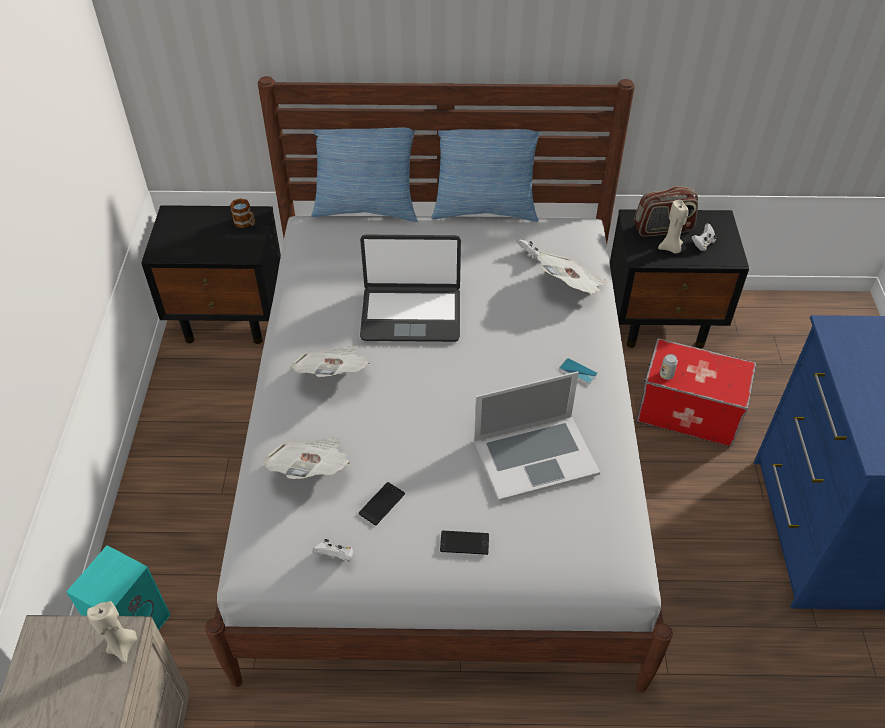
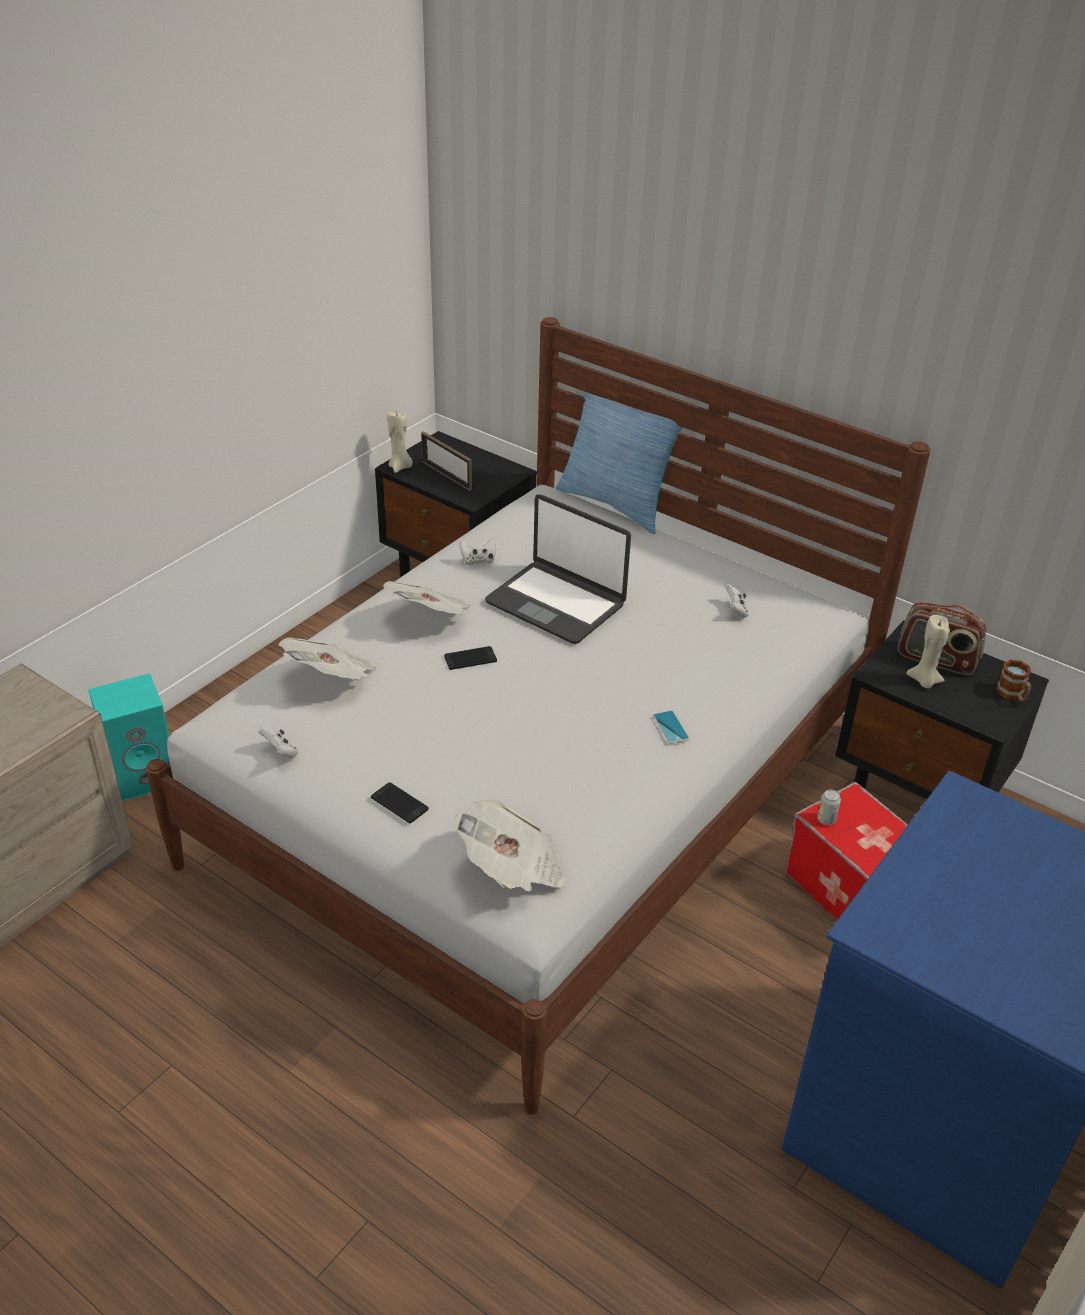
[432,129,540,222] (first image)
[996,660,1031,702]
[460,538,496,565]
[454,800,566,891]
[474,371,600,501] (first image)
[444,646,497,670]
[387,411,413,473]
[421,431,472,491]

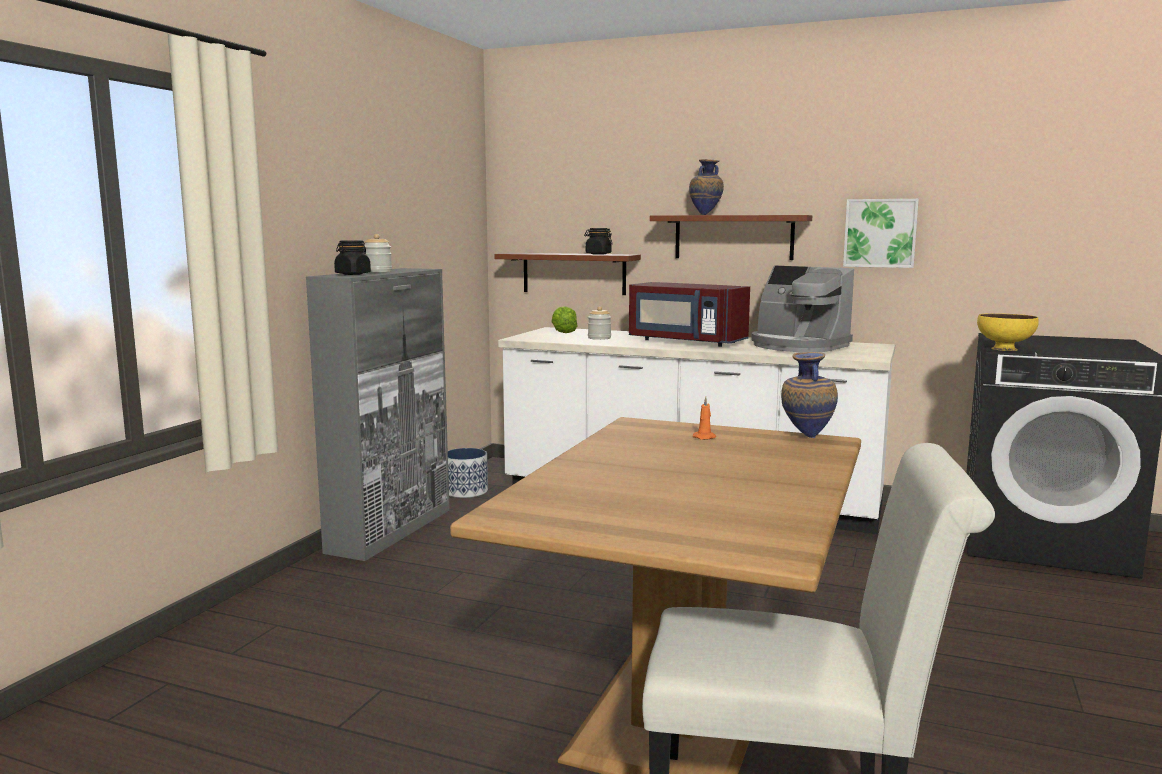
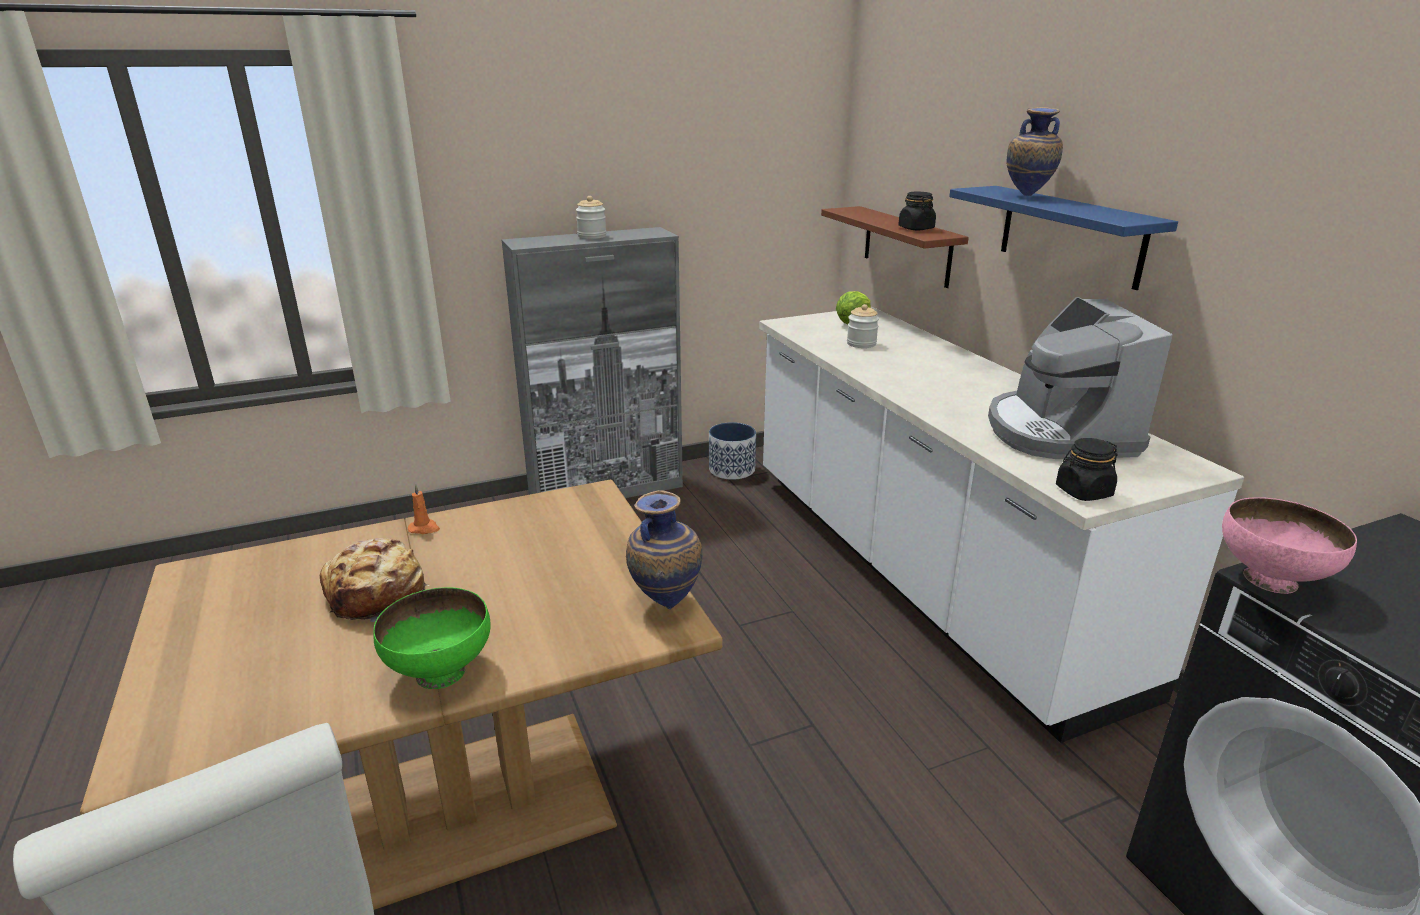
[843,199,919,268] (first image)
[949,186,1178,290]
[1056,438,1117,501]
[629,282,750,347] (first image)
[1222,497,1357,594]
[408,484,440,534]
[320,538,430,622]
[373,587,490,689]

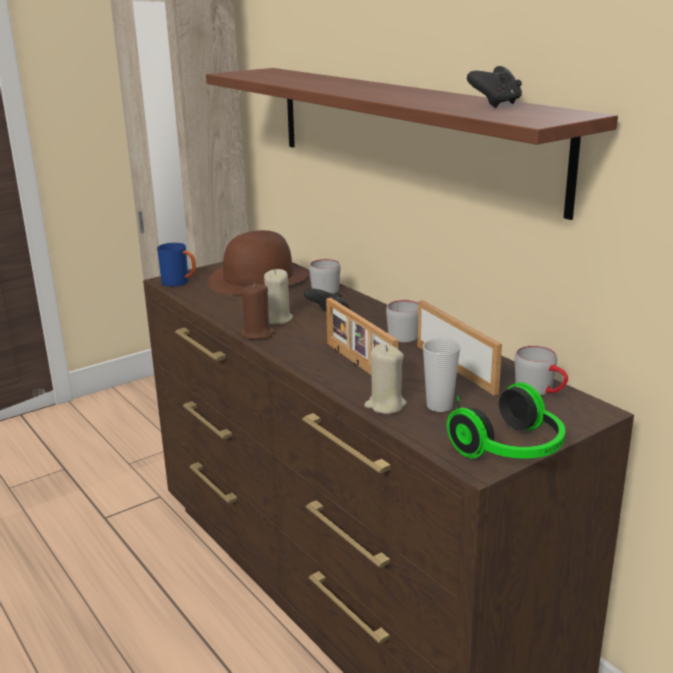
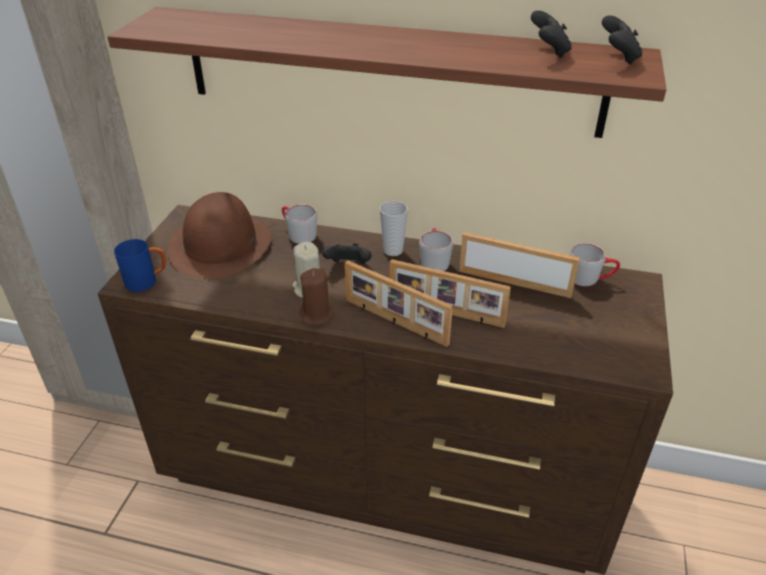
[379,201,408,256]
[364,344,407,414] (first image)
[447,382,565,459] (first image)
[602,15,643,64]
[345,261,453,347]

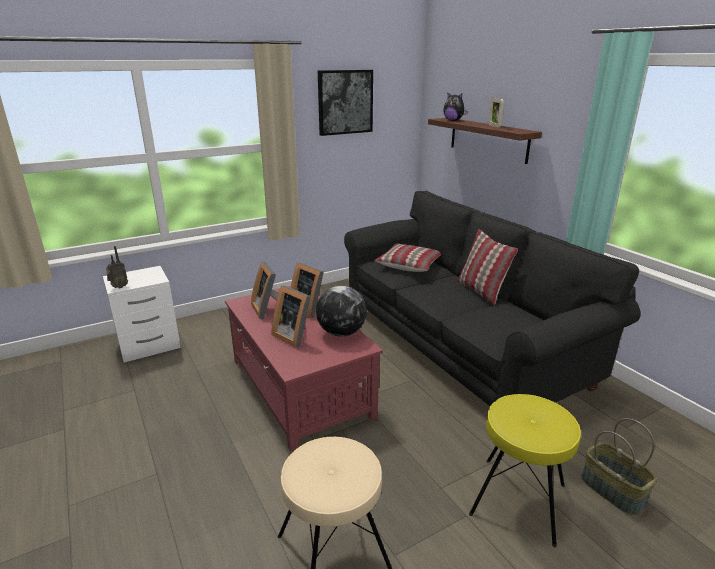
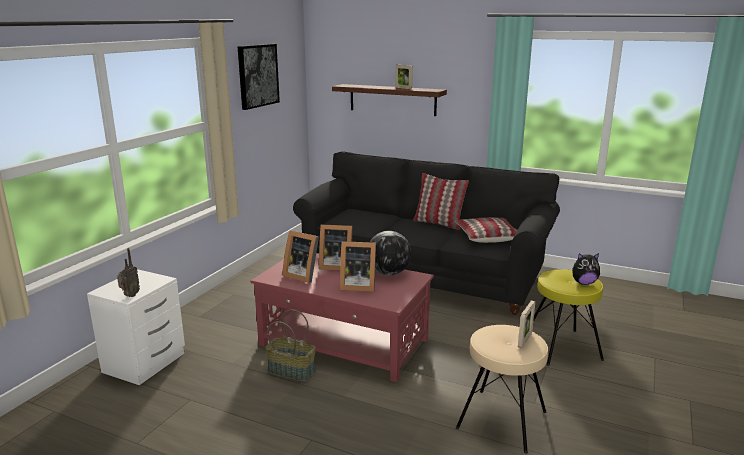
[572,253,600,285]
[455,217,517,243]
[265,309,316,382]
[518,301,535,348]

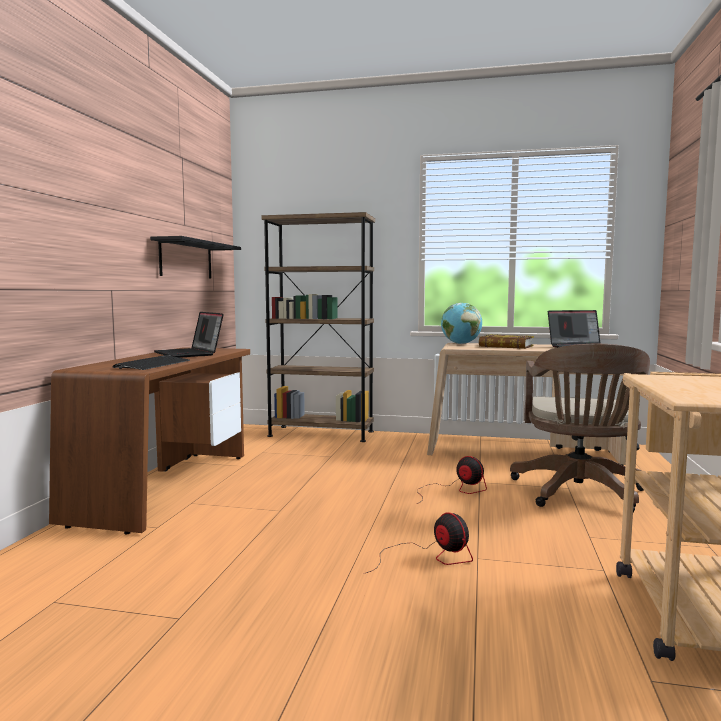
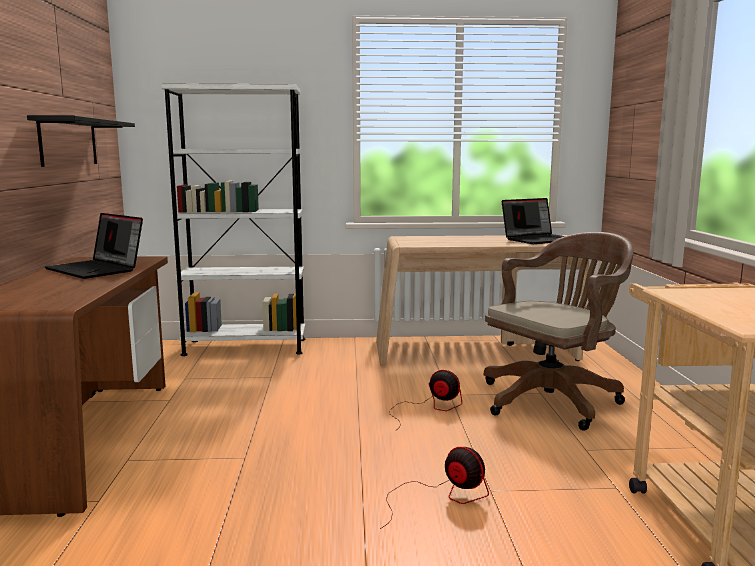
[161,83,306,356]
[441,303,482,344] (first image)
[479,334,534,349] (first image)
[484,232,634,431]
[112,355,190,370] (first image)

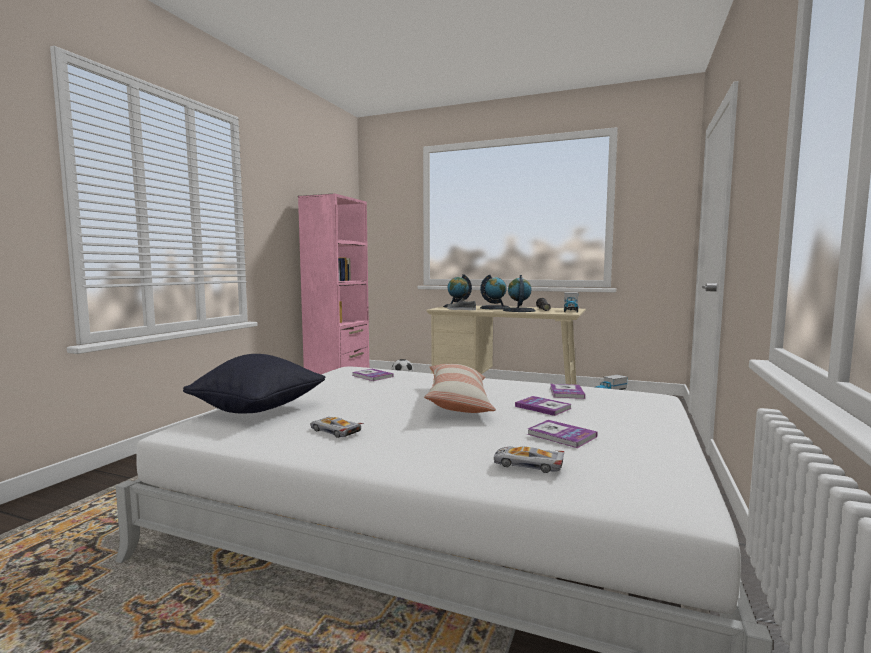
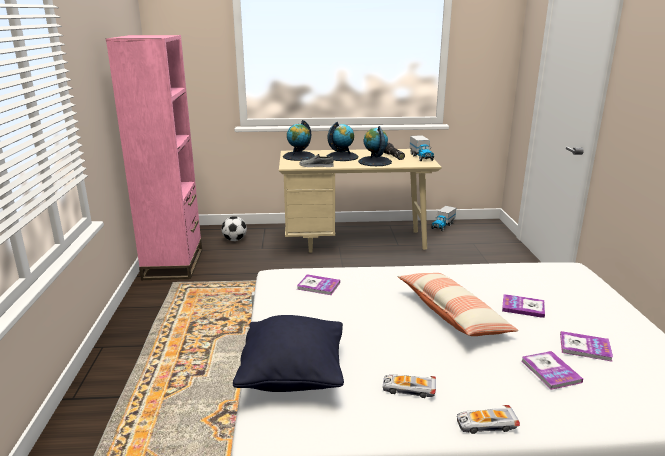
[522,351,583,390]
[457,405,520,434]

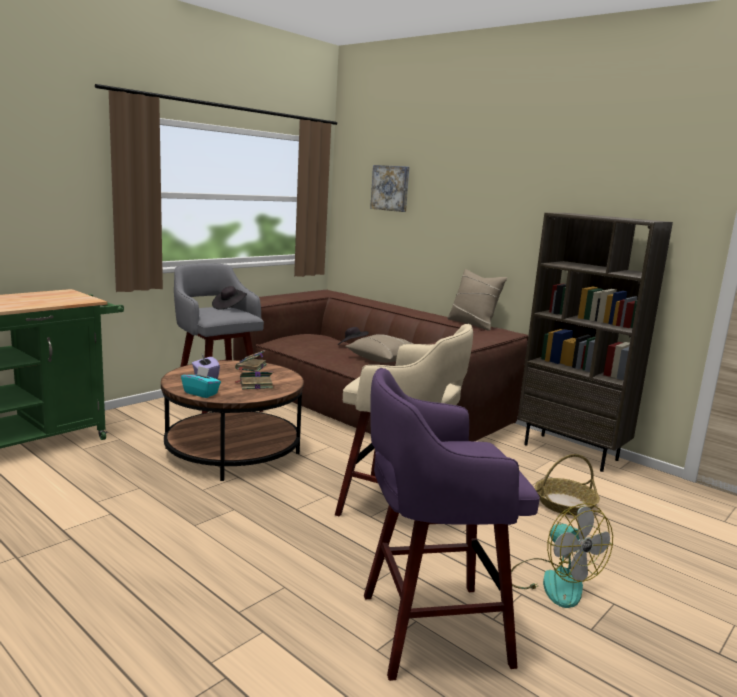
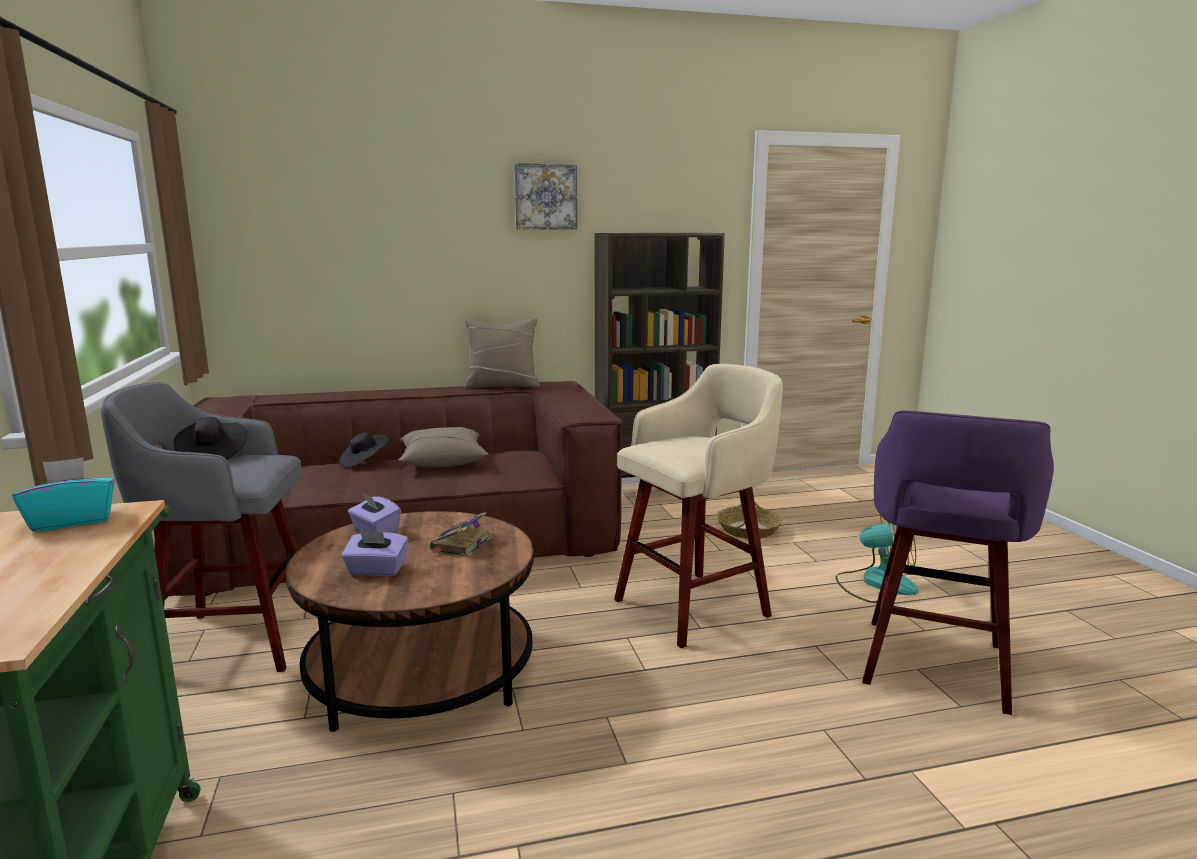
[514,163,577,230]
[348,493,401,533]
[13,457,115,532]

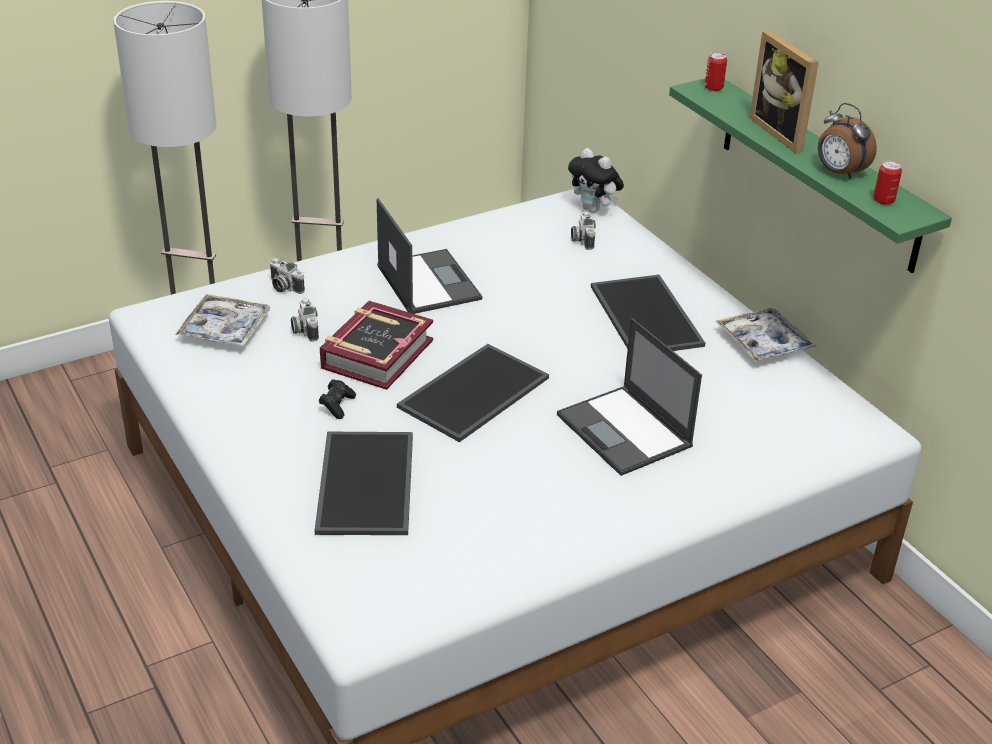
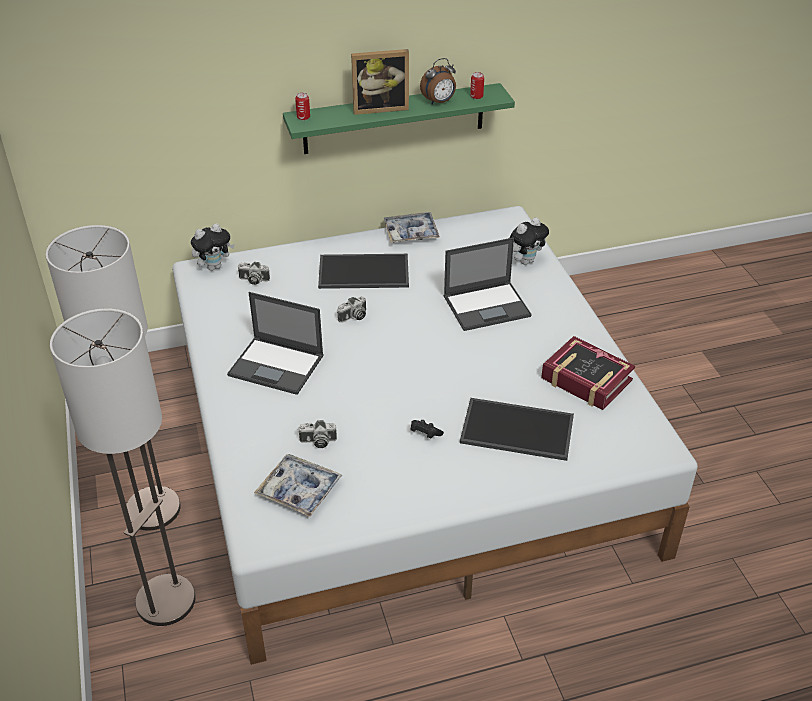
[227,292,324,395]
[337,296,366,323]
[541,336,635,410]
[397,344,549,442] (first image)
[509,217,549,265]

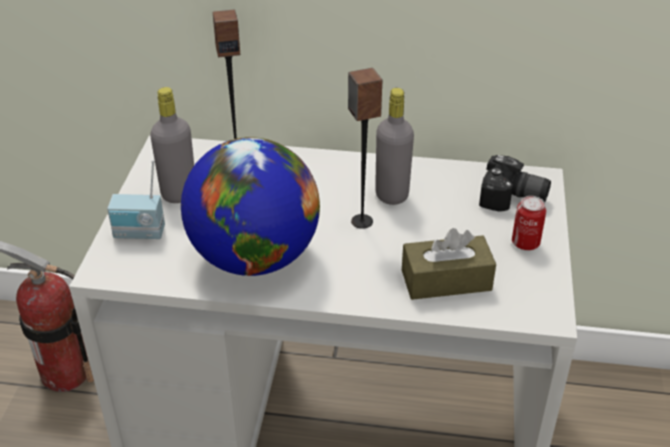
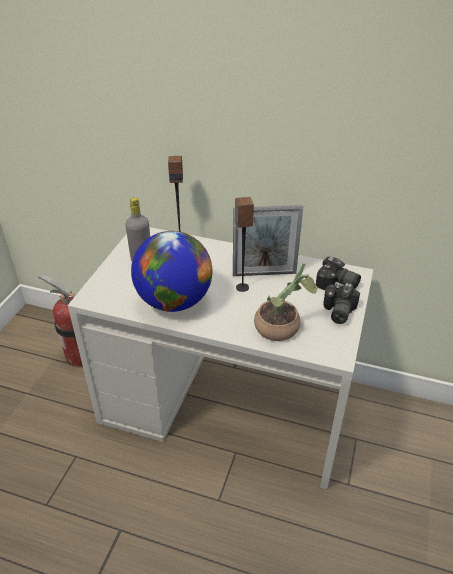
[233,205,303,276]
[107,160,165,239] (first image)
[323,282,360,324]
[254,262,318,341]

